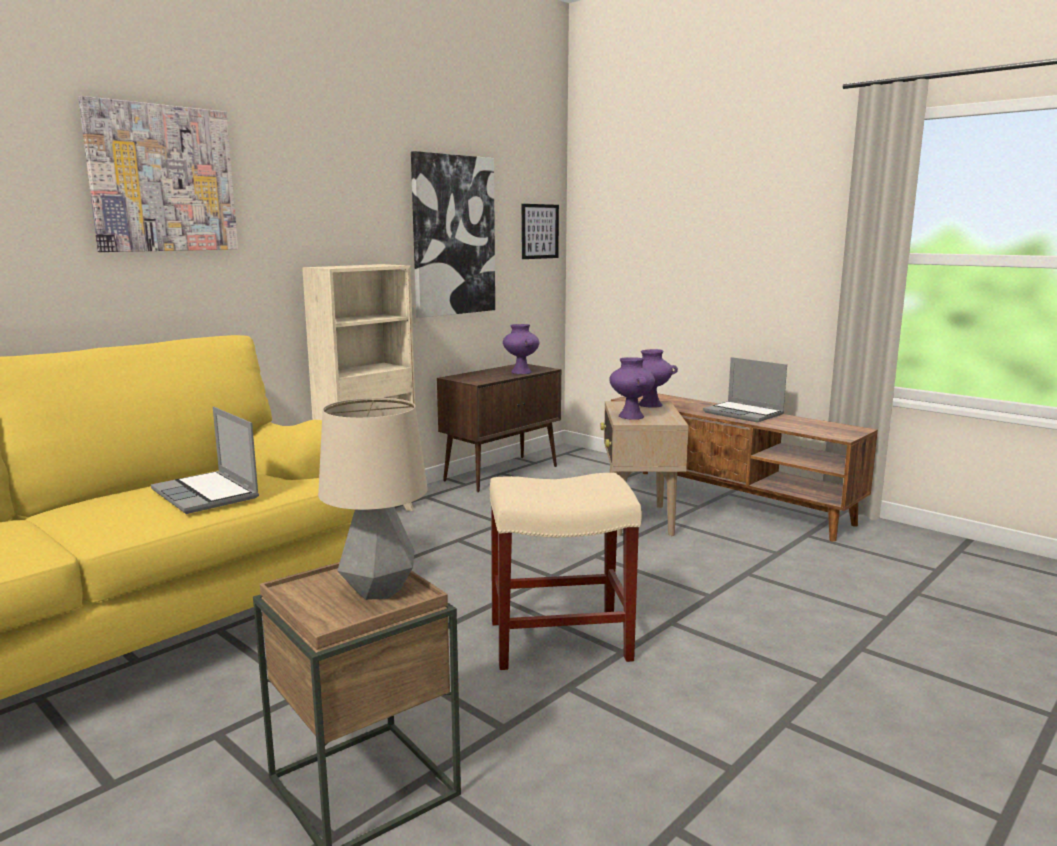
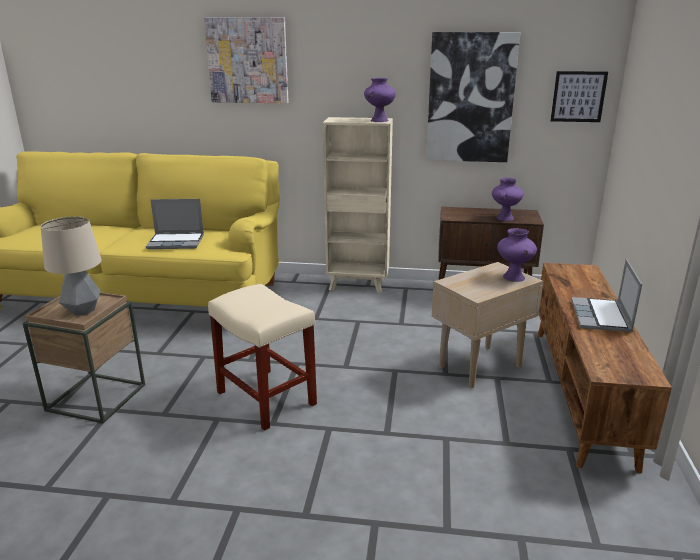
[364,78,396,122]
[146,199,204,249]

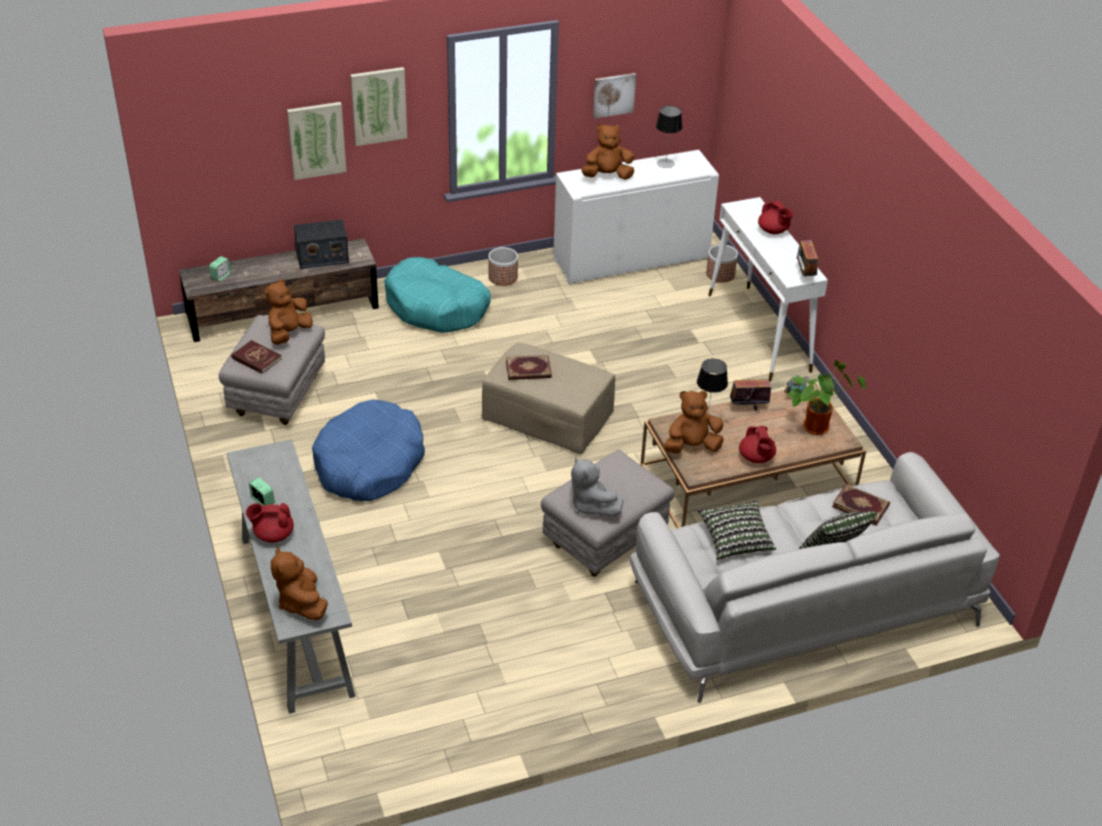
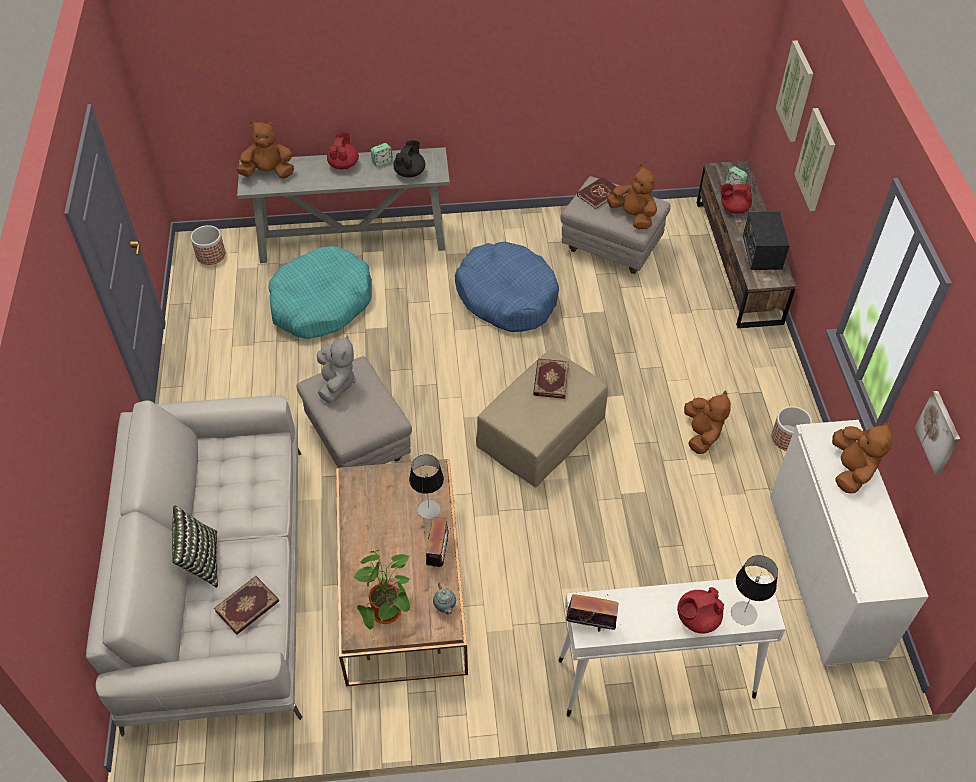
[776,40,813,142]
[731,555,778,625]
[191,225,225,265]
[268,246,372,339]
[684,391,731,454]
[721,183,752,214]
[317,335,356,403]
[697,500,776,560] (first image)
[393,140,425,178]

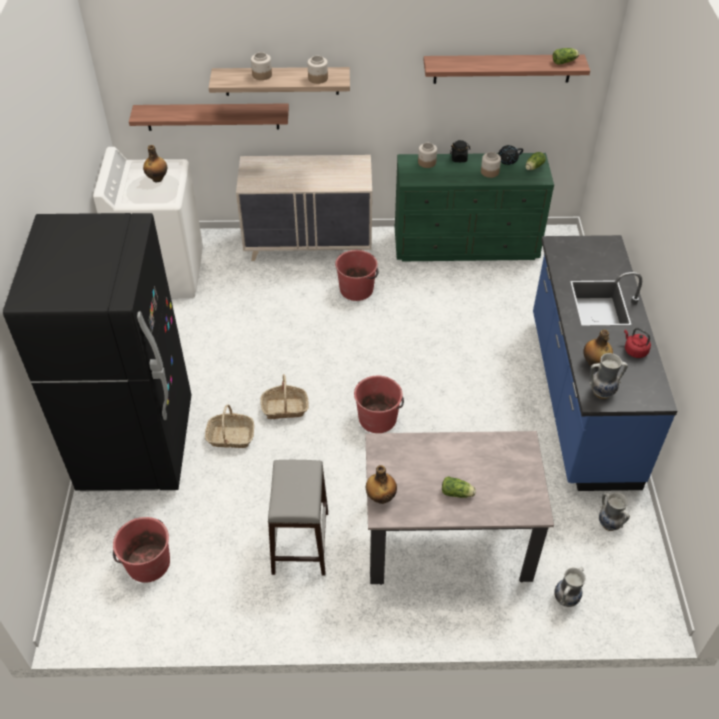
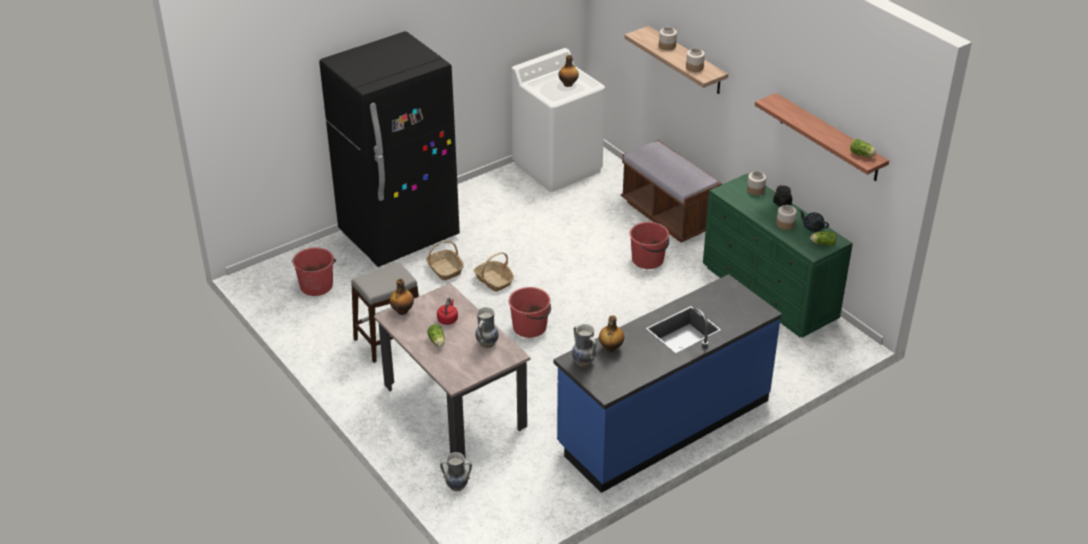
[129,103,289,131] (first image)
[621,140,722,242]
[437,298,458,325]
[476,307,499,348]

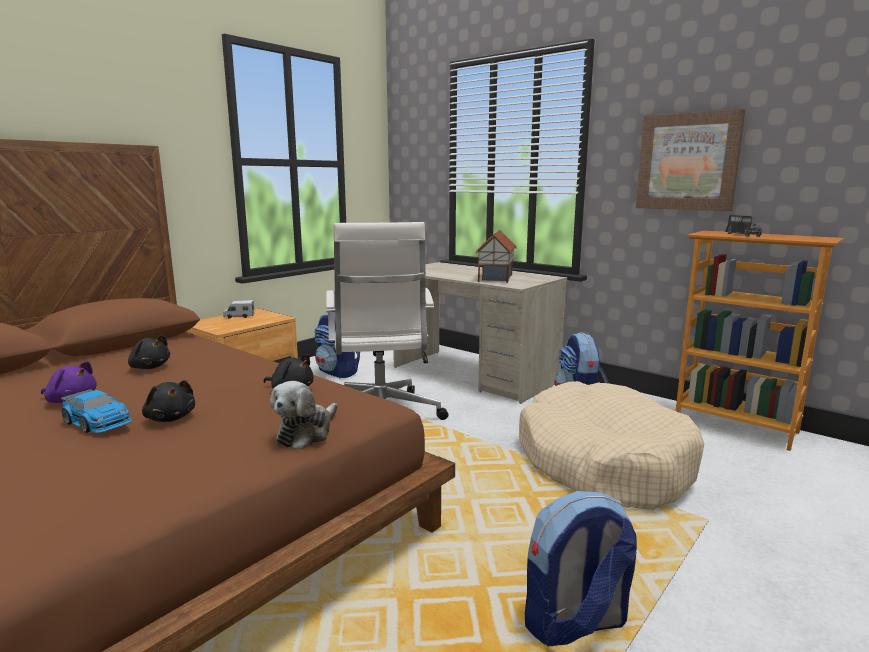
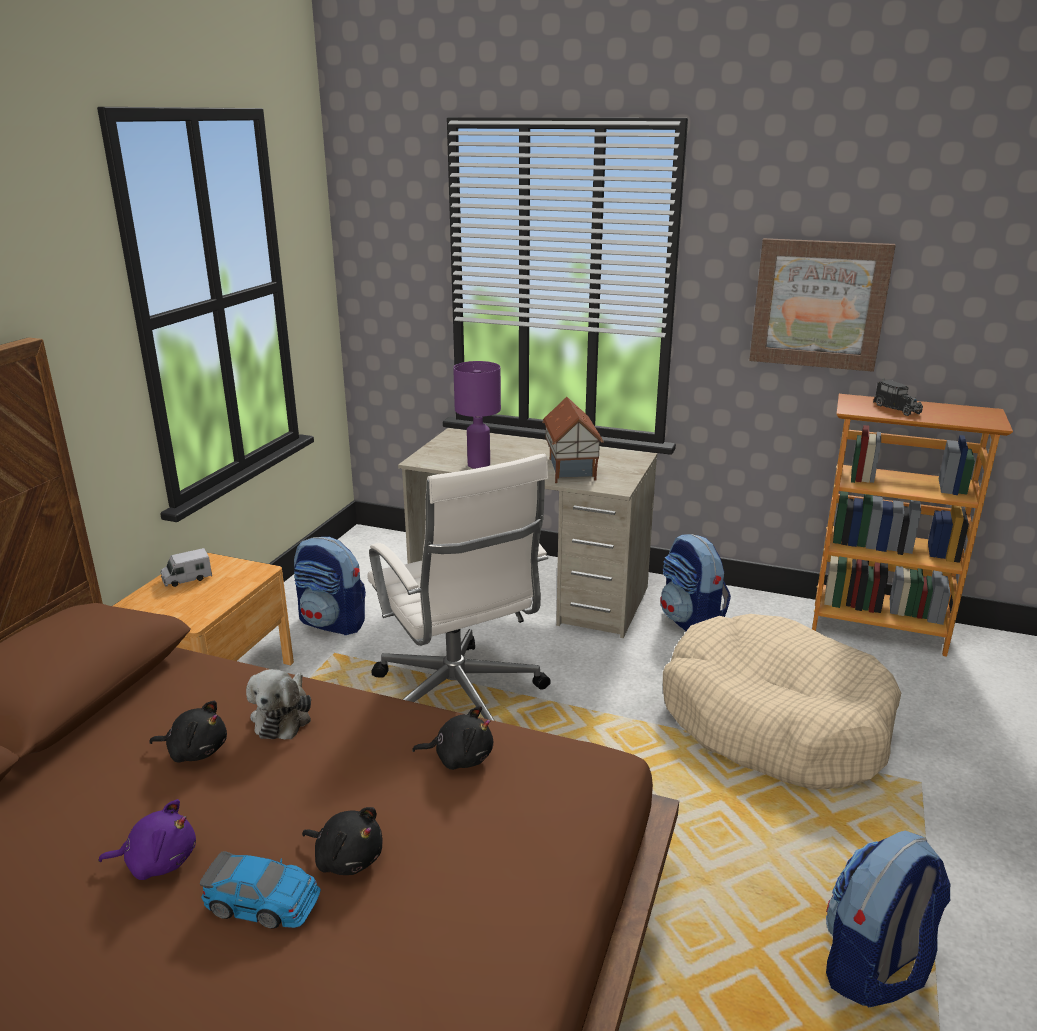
[246,669,311,739]
[453,361,501,469]

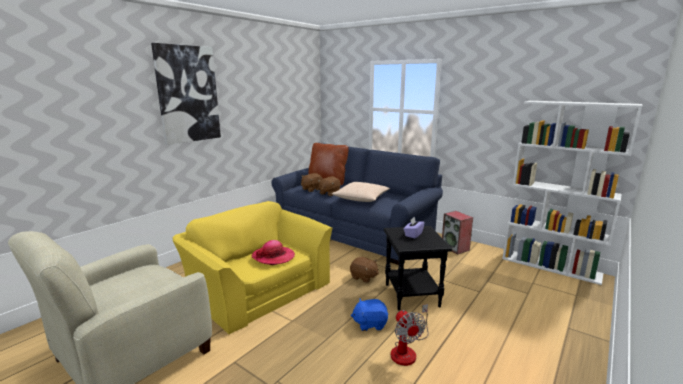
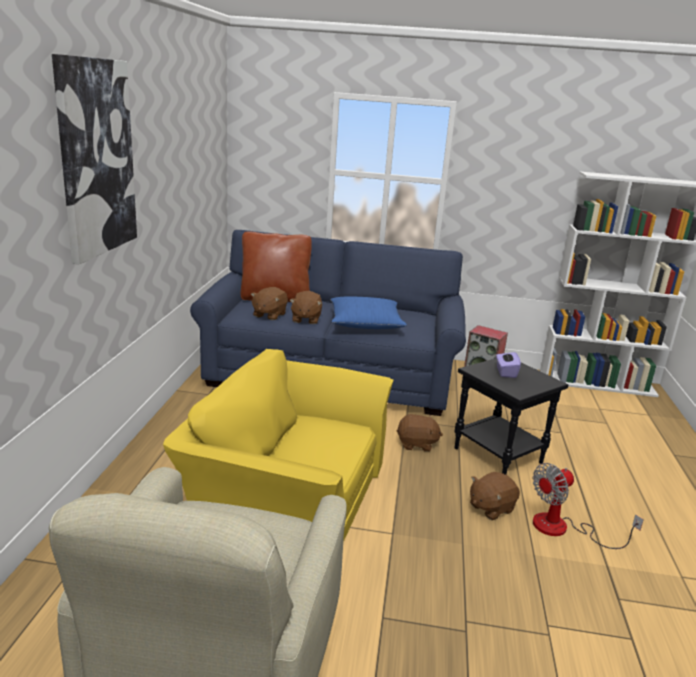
[330,296,407,329]
[251,240,295,265] (first image)
[470,472,520,520]
[533,463,644,549]

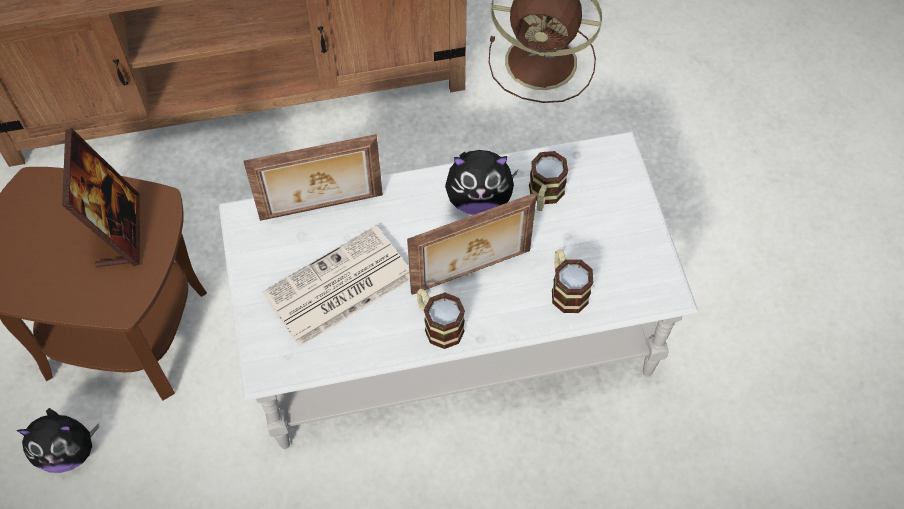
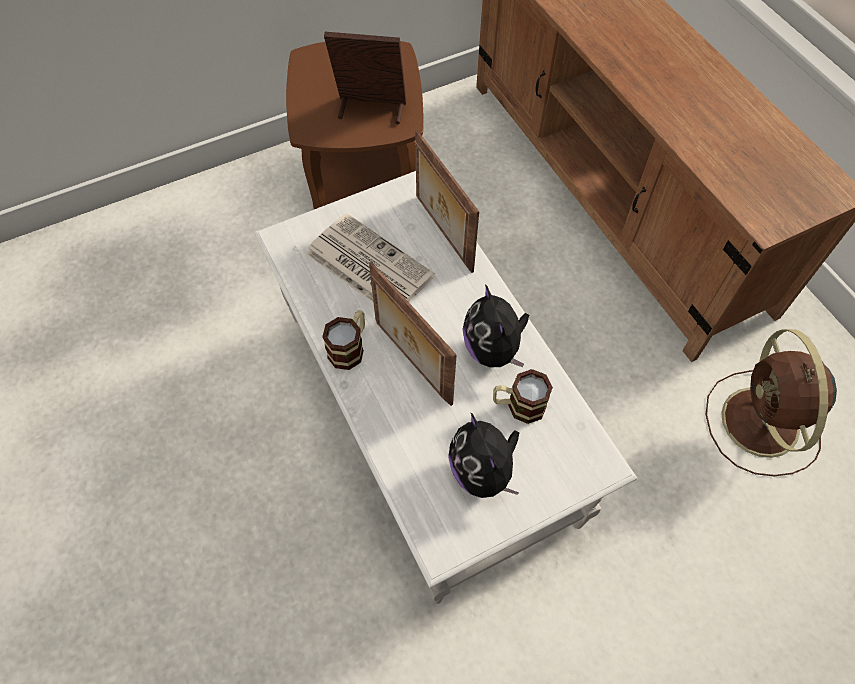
[324,32,406,124]
[552,249,593,313] (first image)
[448,413,519,498]

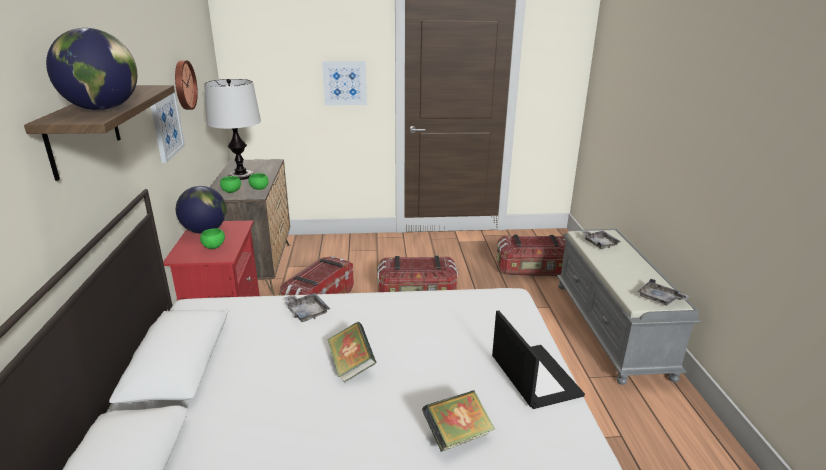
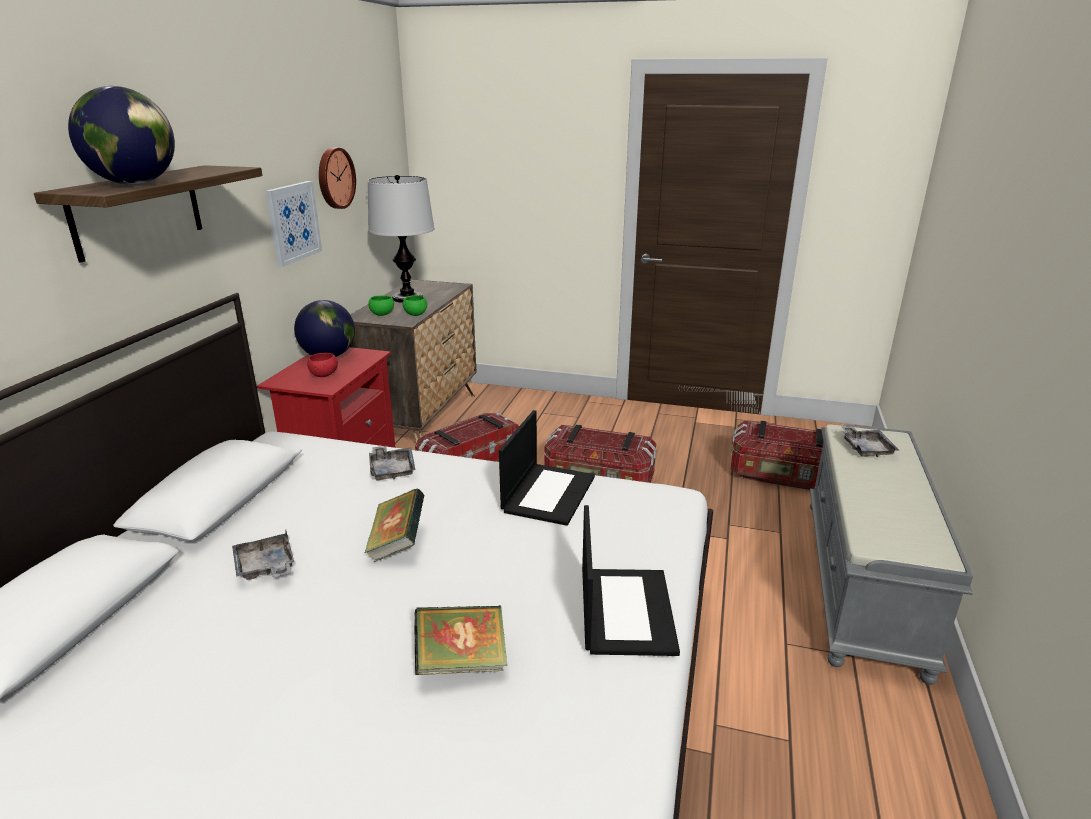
[322,61,367,106] (first image)
[307,353,338,377]
[232,531,294,580]
[499,410,595,526]

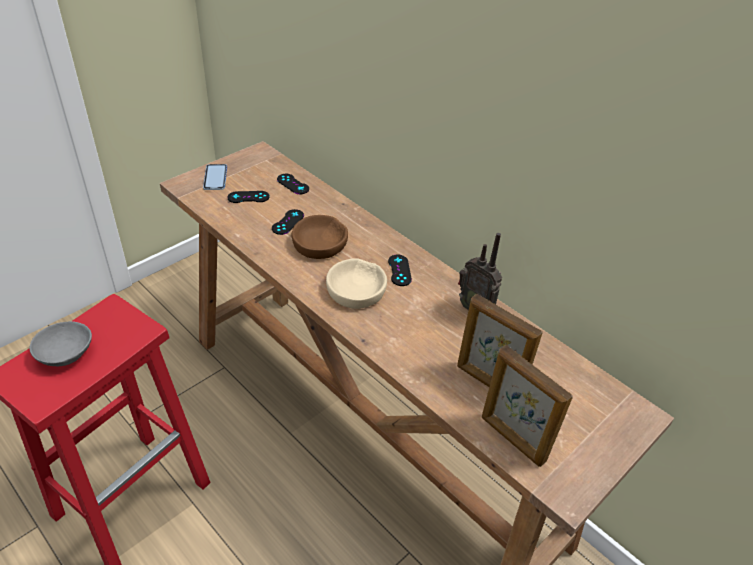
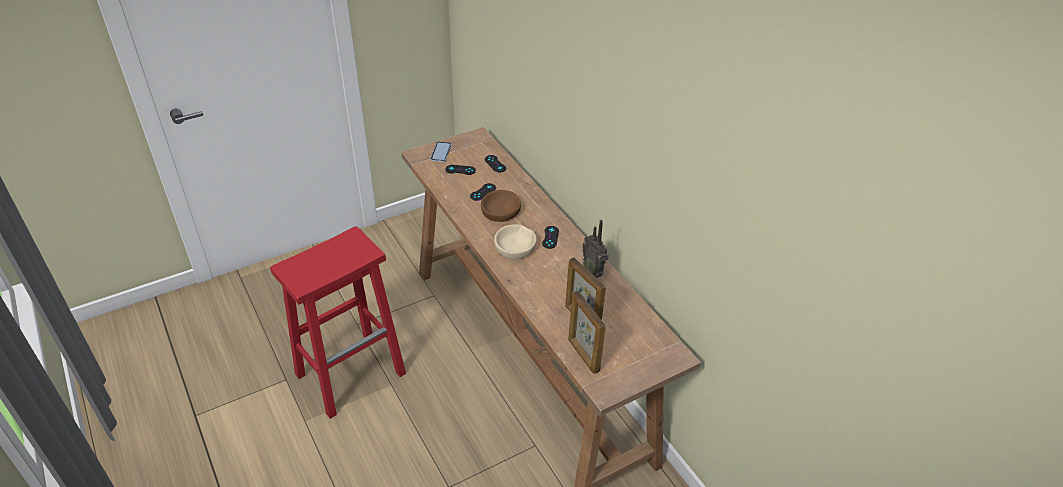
[30,321,92,366] (first image)

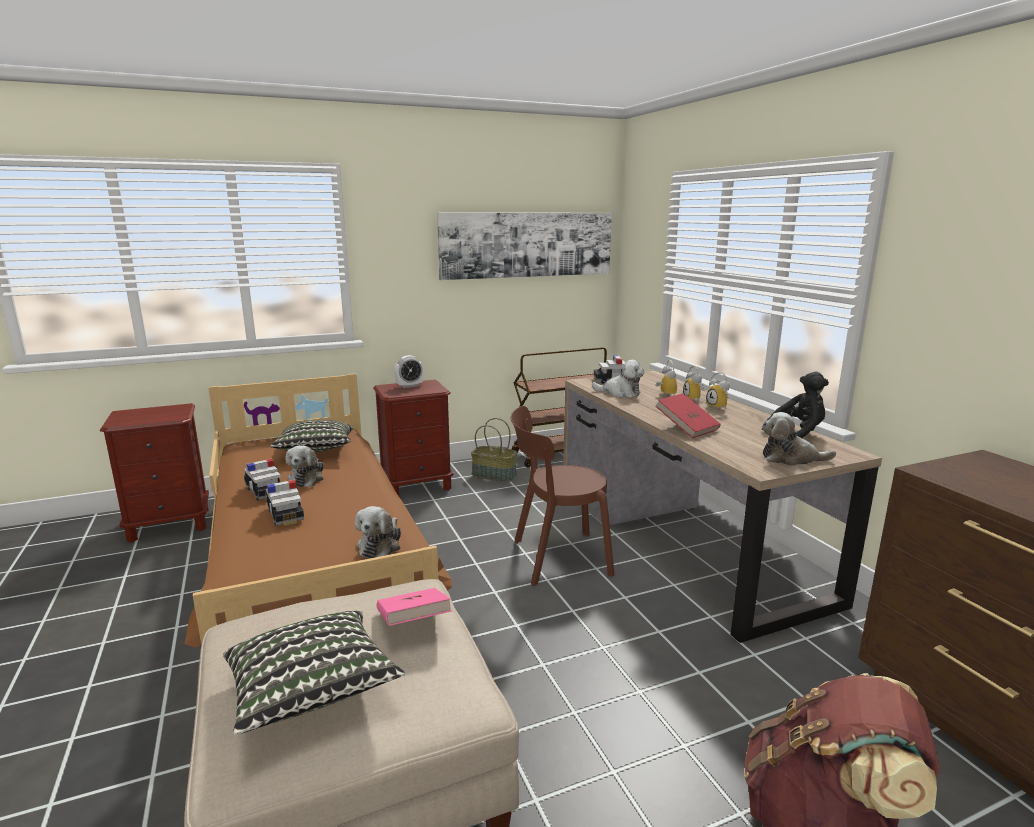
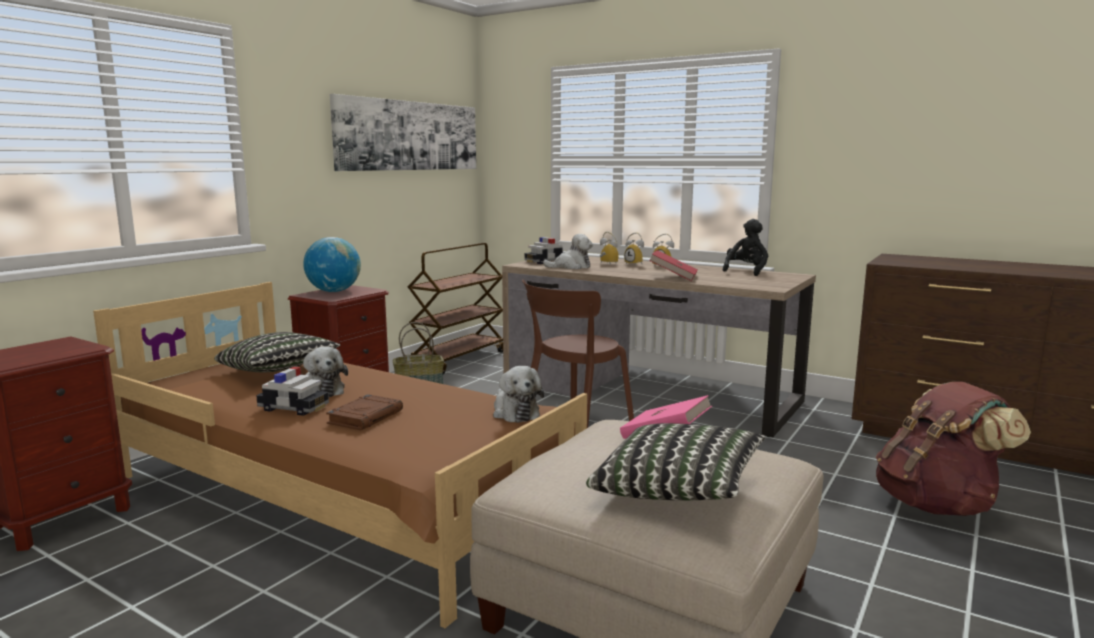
[303,237,361,292]
[762,412,836,466] (first image)
[326,394,403,430]

